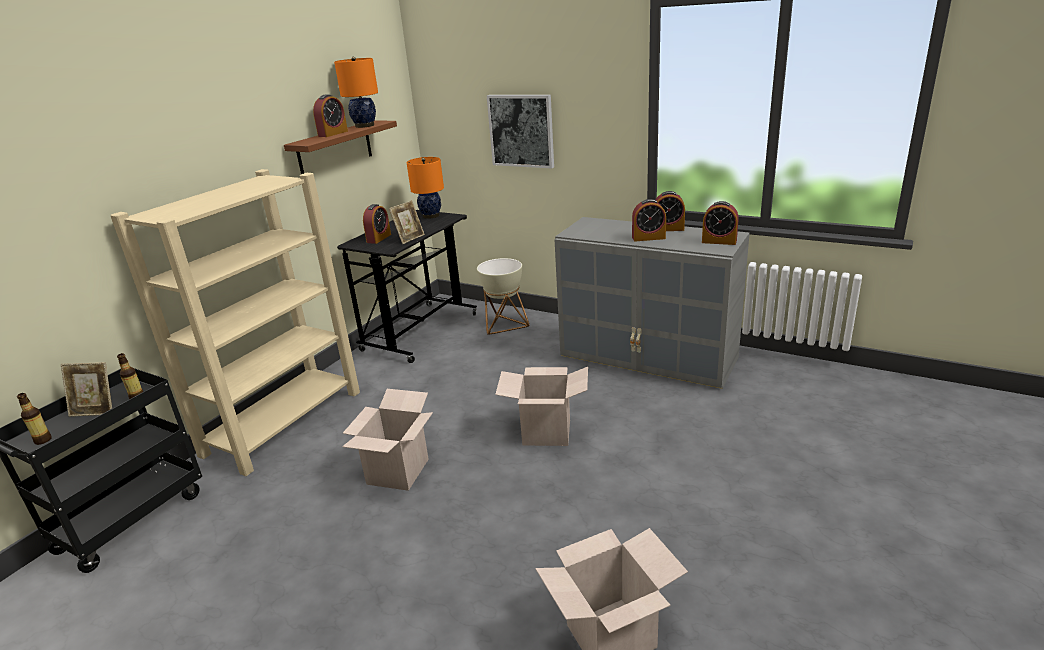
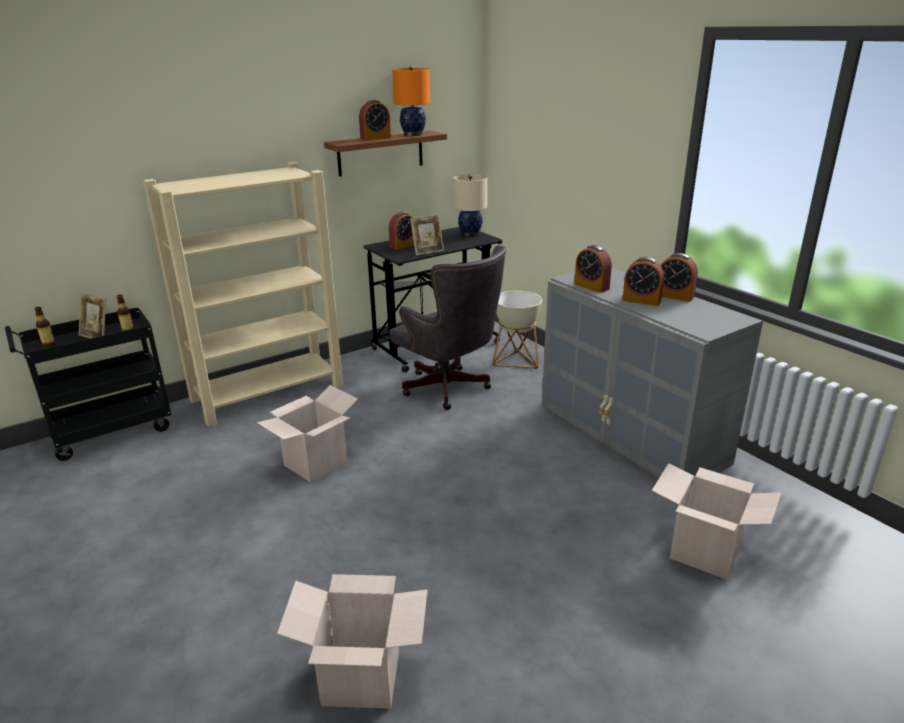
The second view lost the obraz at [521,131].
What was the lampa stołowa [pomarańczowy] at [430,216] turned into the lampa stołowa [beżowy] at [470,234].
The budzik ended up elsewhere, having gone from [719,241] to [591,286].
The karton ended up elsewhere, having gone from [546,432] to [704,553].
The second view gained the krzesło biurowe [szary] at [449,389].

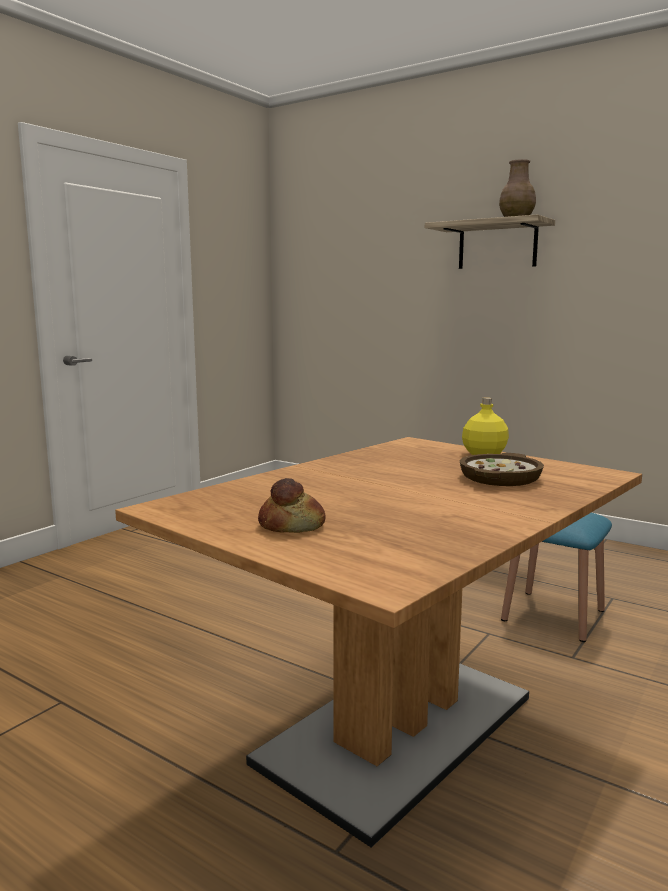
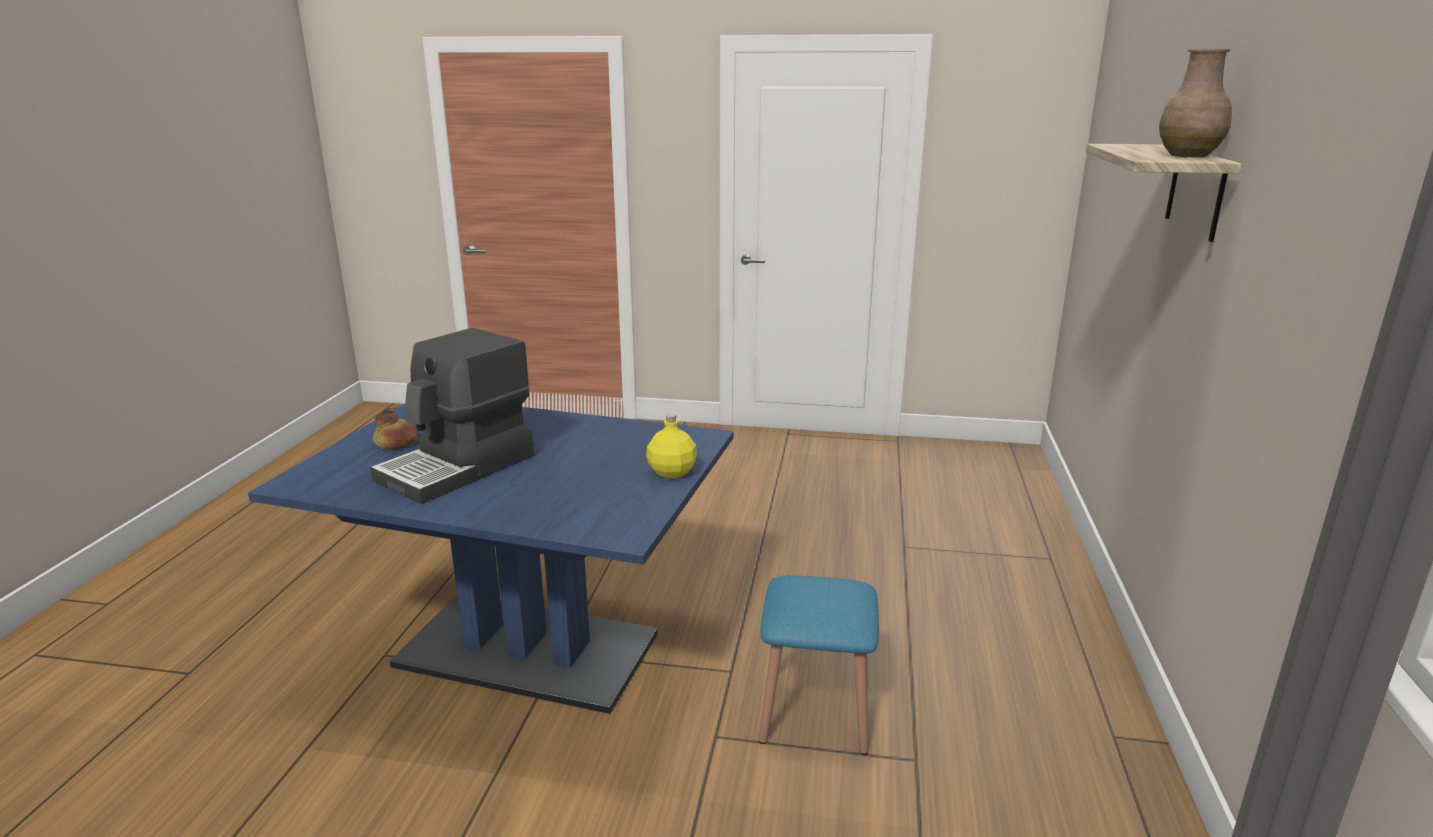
What was the stół jadalny [brązowy] at [398,729] turned into the stół jadalny [niebieski] at [527,650].
The second view lost the miska at [501,478].
The second view gained the ekspres do kawy at [459,468].

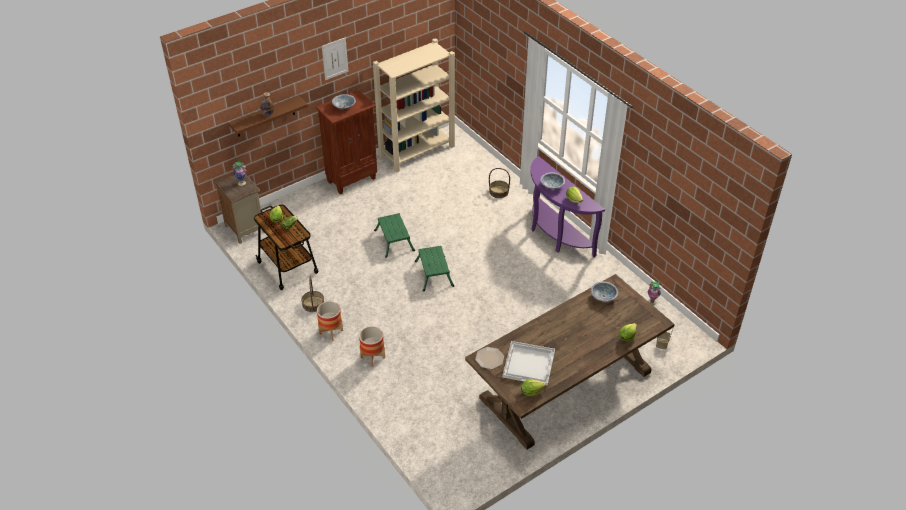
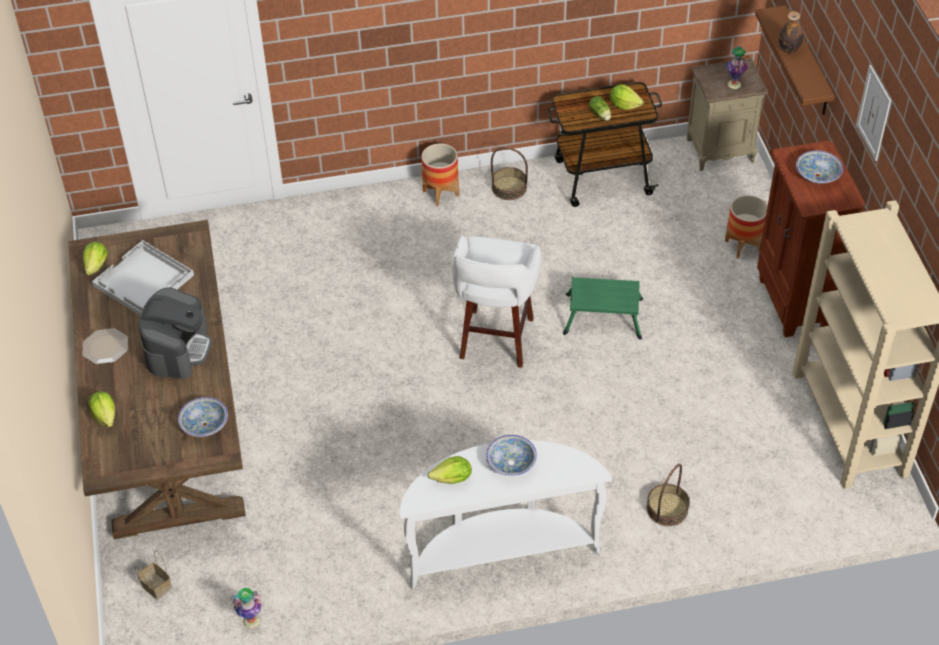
What was the stolik konsolowy [fioletowy] at [555,235] turned into the stolik konsolowy [biały] at [500,549].
Where the drabinka [zielony] stood at [434,273], the stołek [biały] came to stand at [495,341].
The donica ended up elsewhere, having gone from [372,357] to [743,245].
The talerz ended up elsewhere, having gone from [490,358] to [105,347].
The second view gained the ekspres do kawy at [178,348].

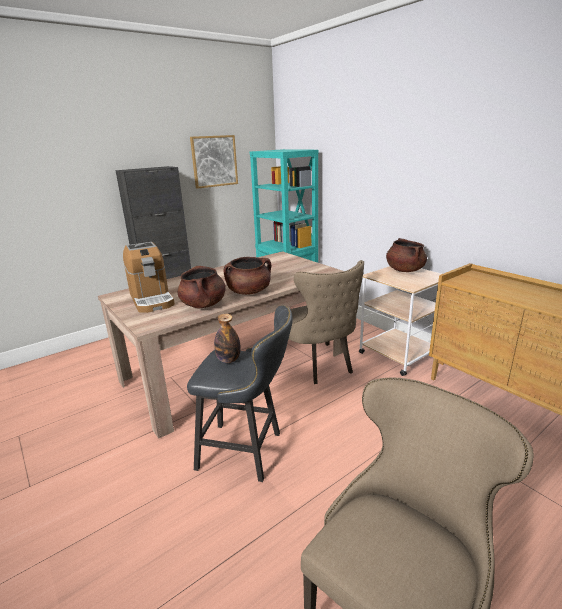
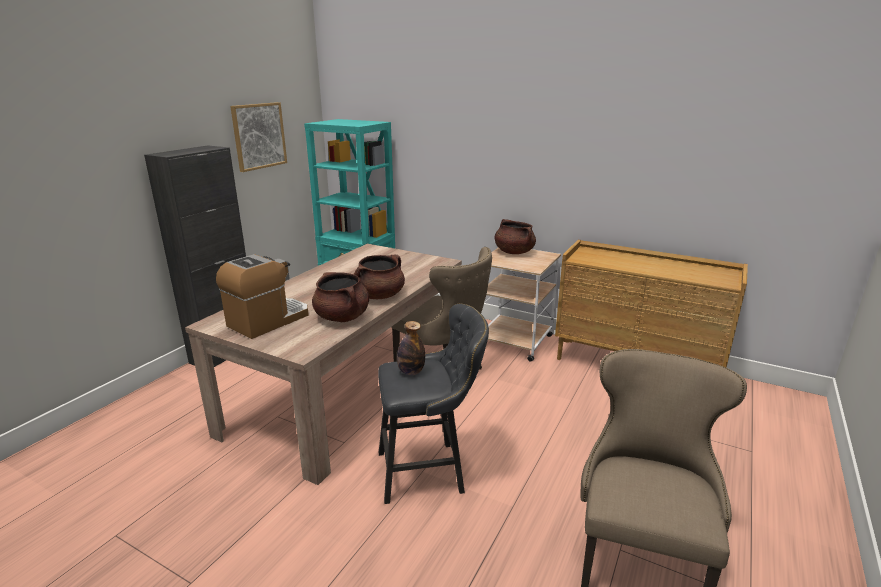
The ekspres do kawy at [151,299] ended up facing another way, 90 degrees counterclockwise from before.

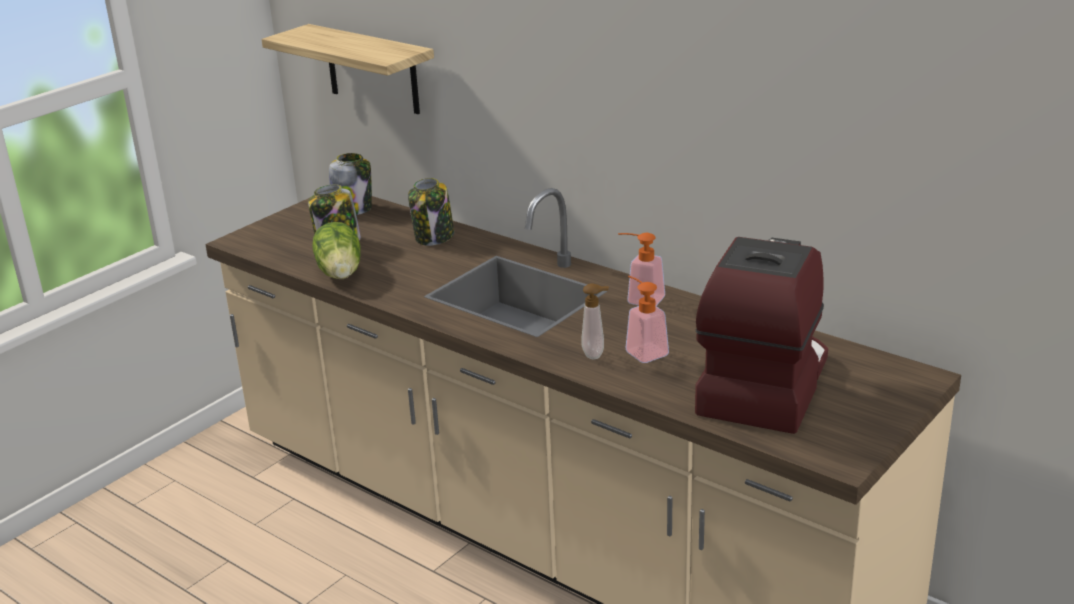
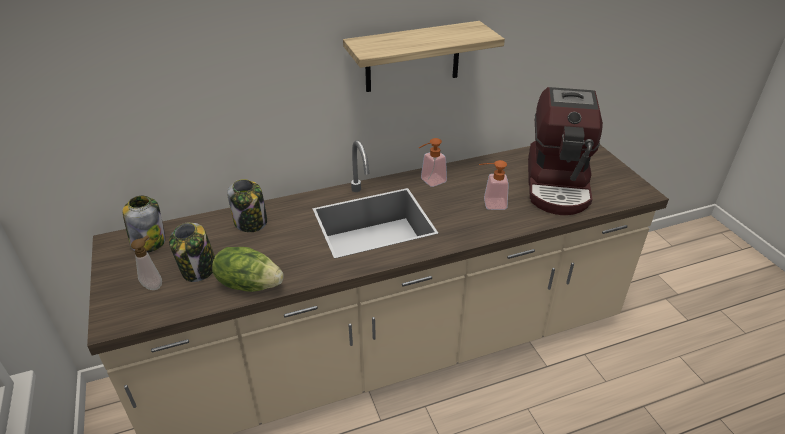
The półka ended up elsewhere, having gone from [372,69] to [412,57].
The ekspres do kawy at [762,386] ended up facing another way, 135 degrees counterclockwise from before.
The dozownik mydła ended up elsewhere, having gone from [595,354] to [154,285].

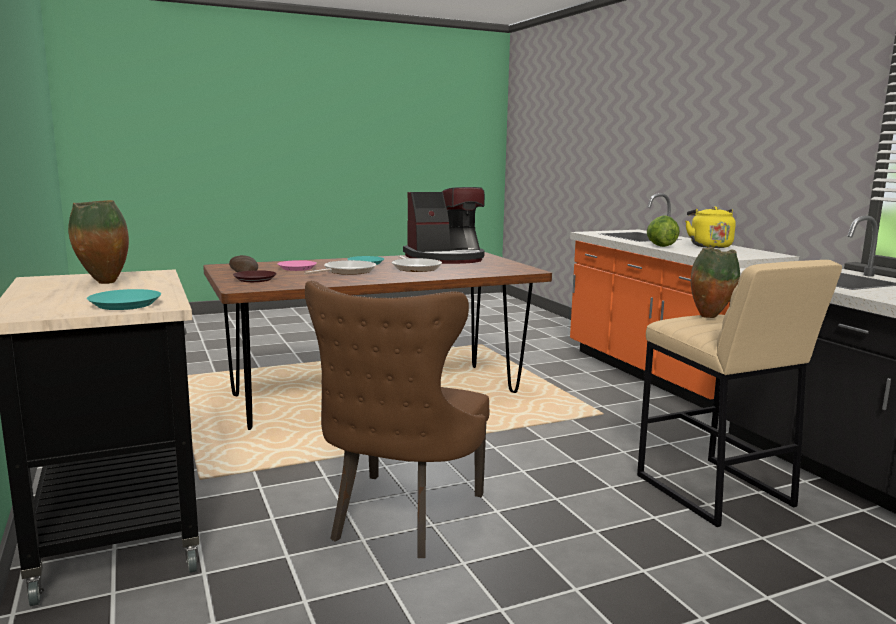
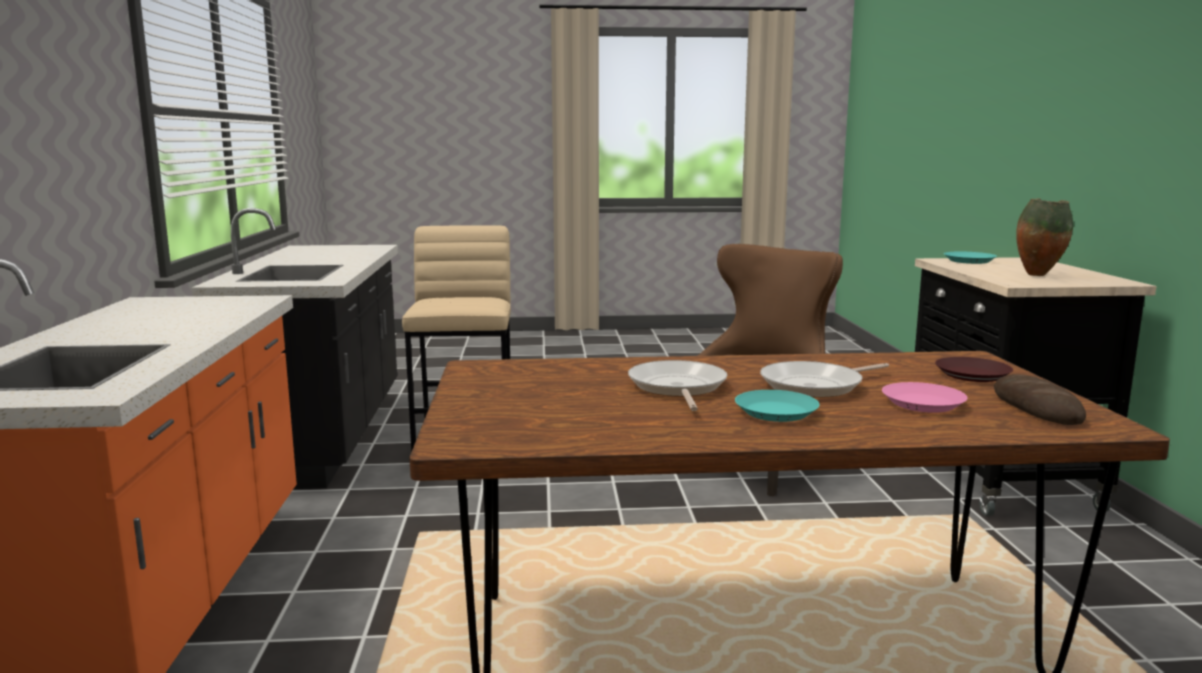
The second view lost the ekspres do kawy at [445,258].
The second view lost the czajnik [żółty] at [709,246].
The second view lost the sałata at [660,246].
The second view lost the wazon at [710,317].

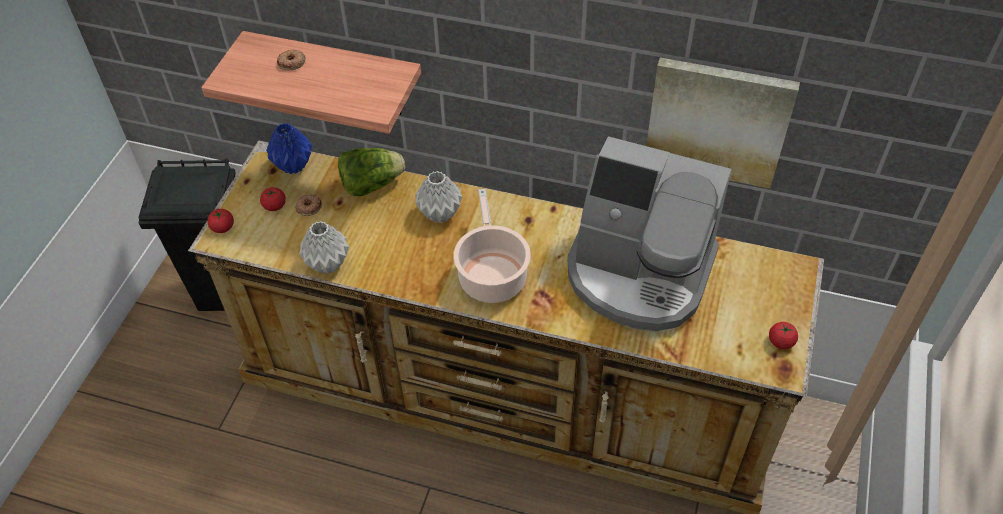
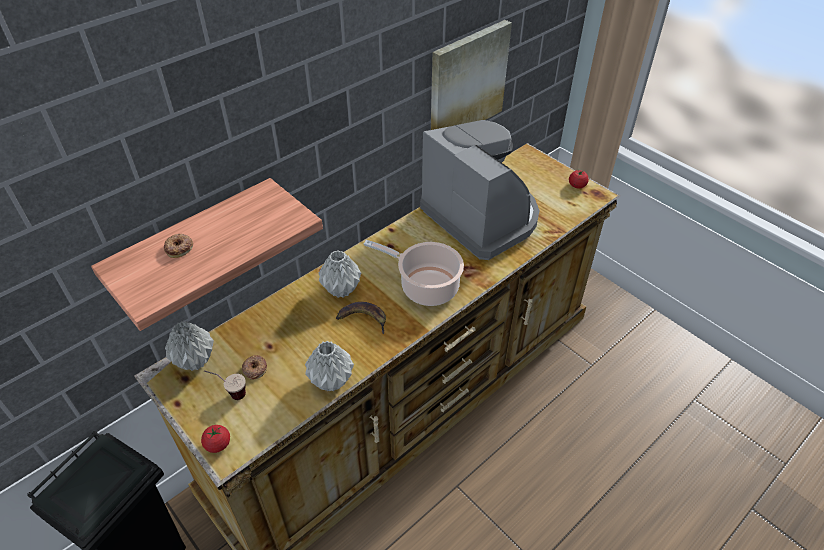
What was the wazon [niebieski] at [294,166] turned into the wazon [szary] at [196,361].
The ekspres do kawy at [639,274] ended up facing another way, 90 degrees counterclockwise from before.
The second view lost the sałata at [371,185].
Where the pomidor stood at [274,206], the filiżanka came to stand at [230,393].
The second view gained the banan at [363,318].

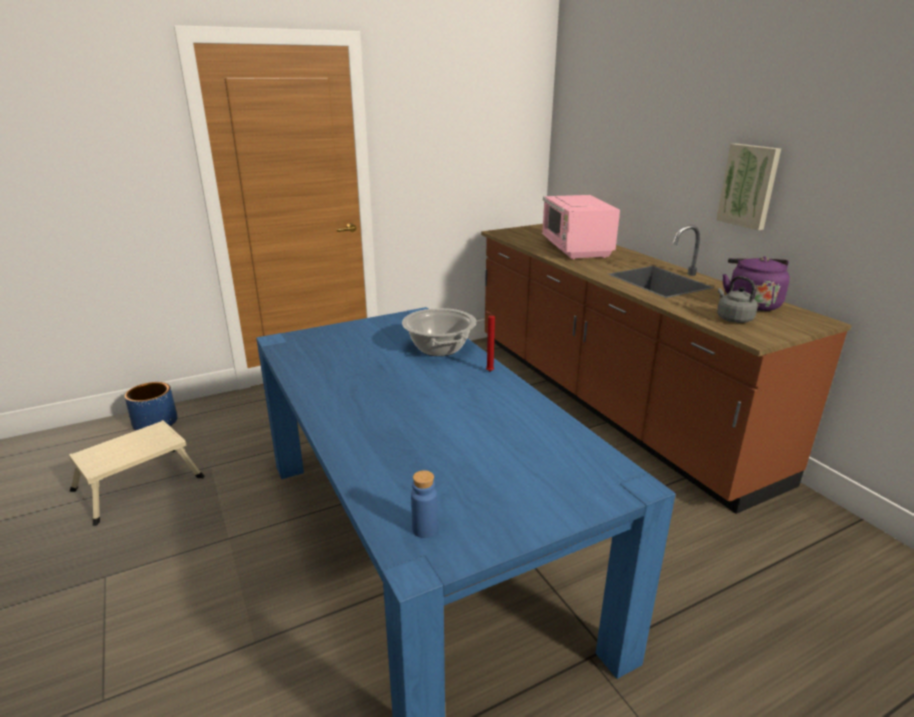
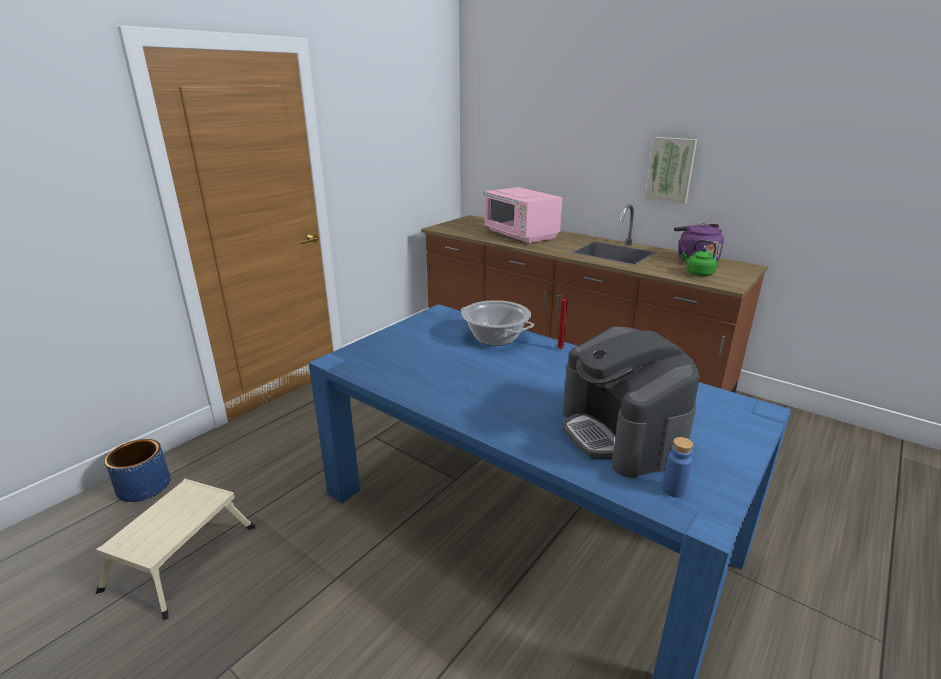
What was the czajnik [szary] at [732,318] turned into the czajnik [zielony] at [698,273].
The second view gained the ekspres do kawy at [621,434].

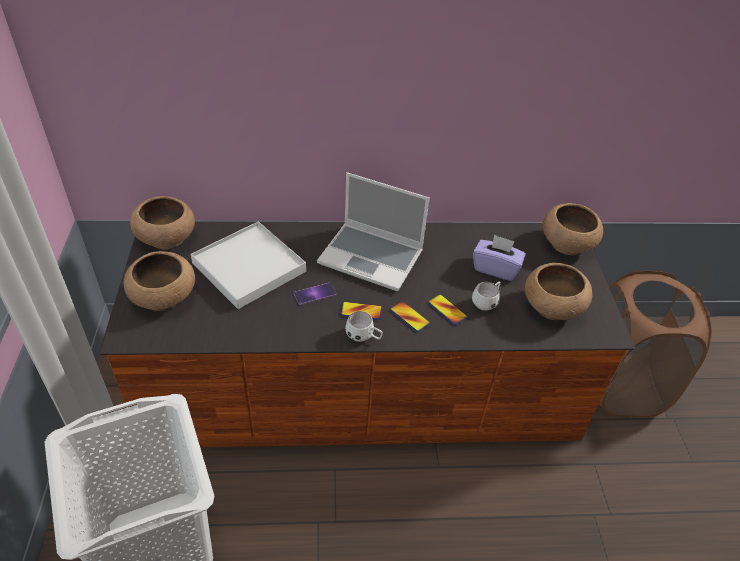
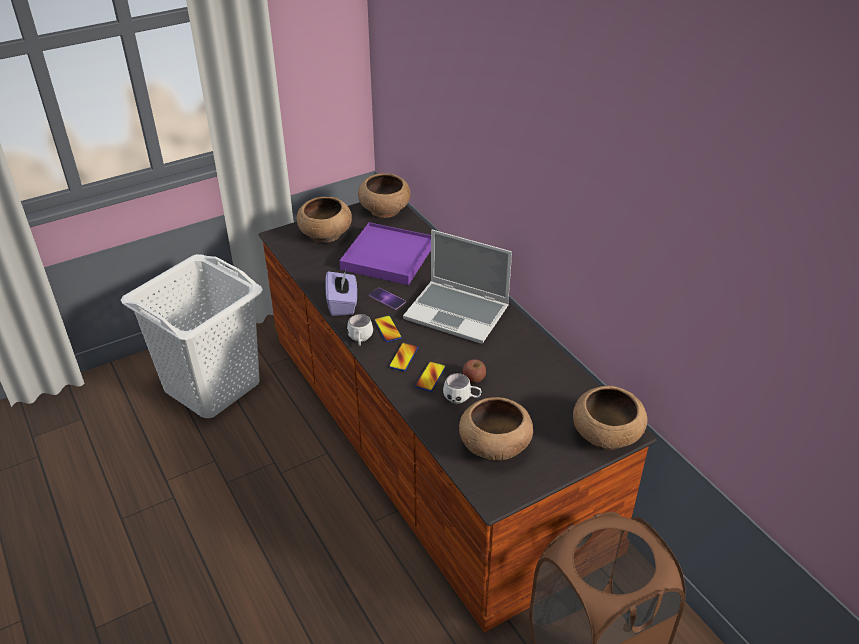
The laptop at [372,257] ended up facing another way, 60 degrees counterclockwise from before.
What was the taca [biały] at [249,267] turned into the taca [fioletowy] at [388,257].
The pudełko chusteczek [fioletowy] ended up elsewhere, having gone from [495,268] to [342,304].
The second view gained the jabłko at [474,378].

